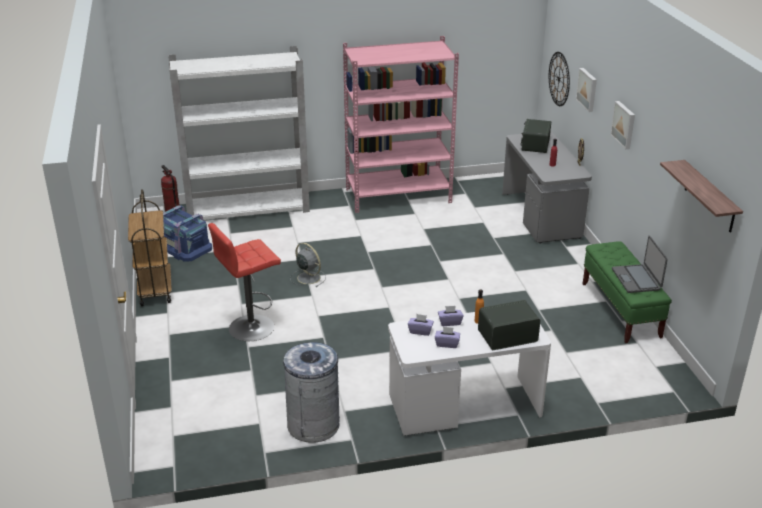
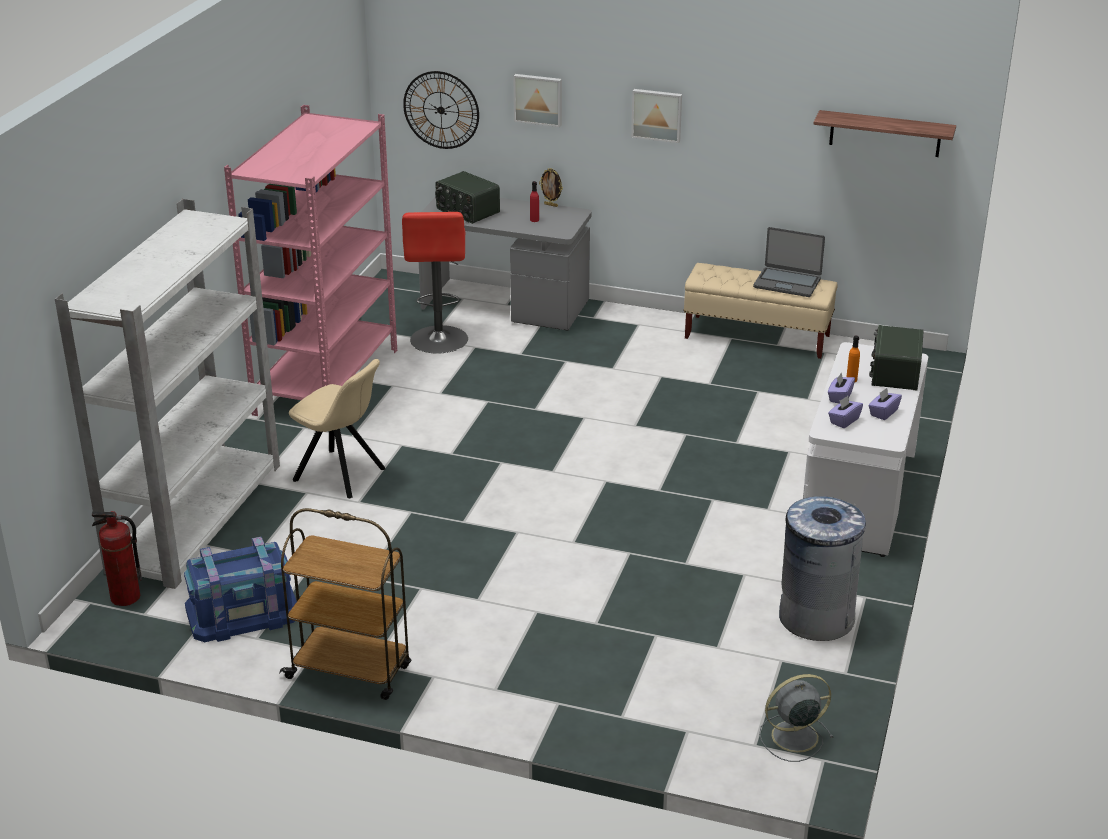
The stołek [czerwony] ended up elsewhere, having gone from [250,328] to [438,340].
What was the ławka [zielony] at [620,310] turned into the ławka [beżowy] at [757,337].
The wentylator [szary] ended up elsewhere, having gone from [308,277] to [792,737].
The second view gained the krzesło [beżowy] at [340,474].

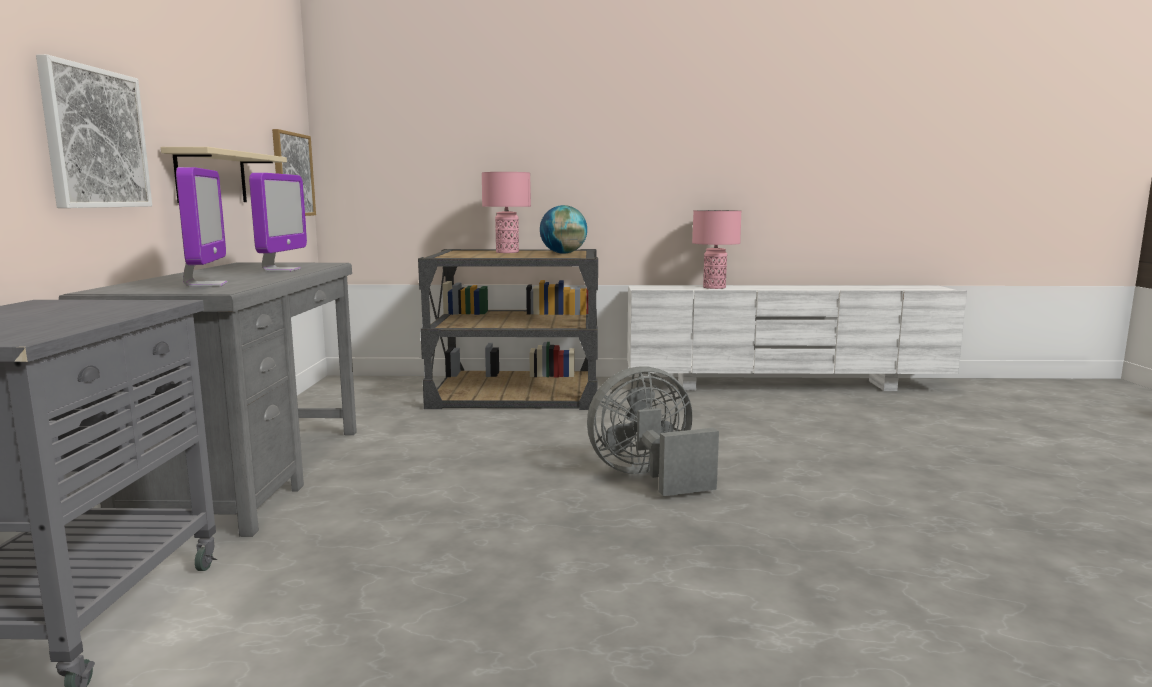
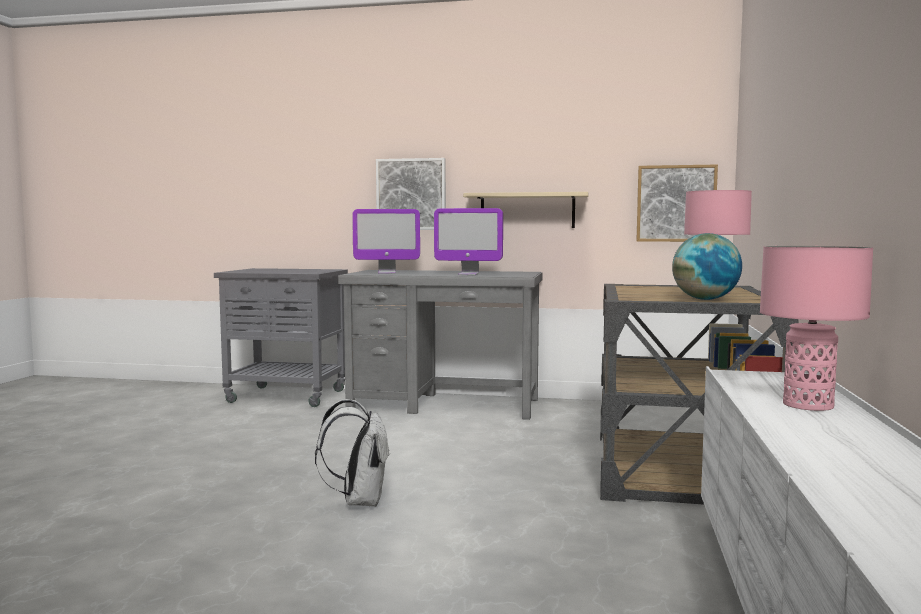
Where the wentylator [szary] stood at [648,477], the plecak [biały] came to stand at [359,501].

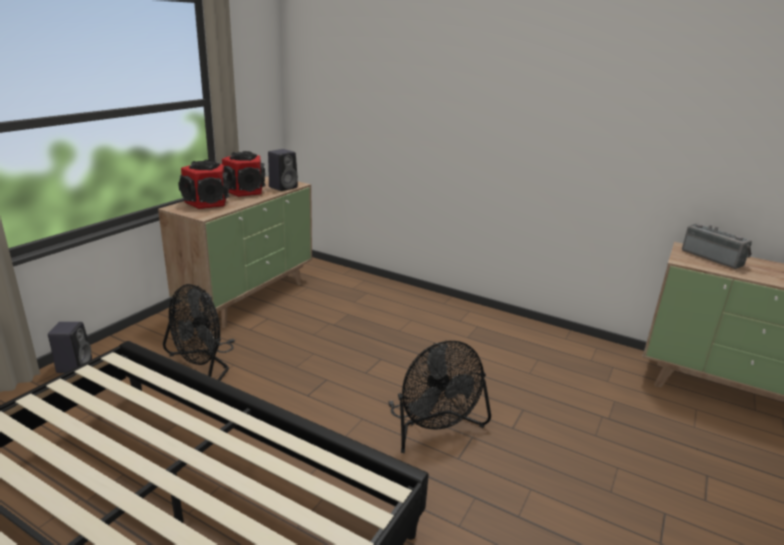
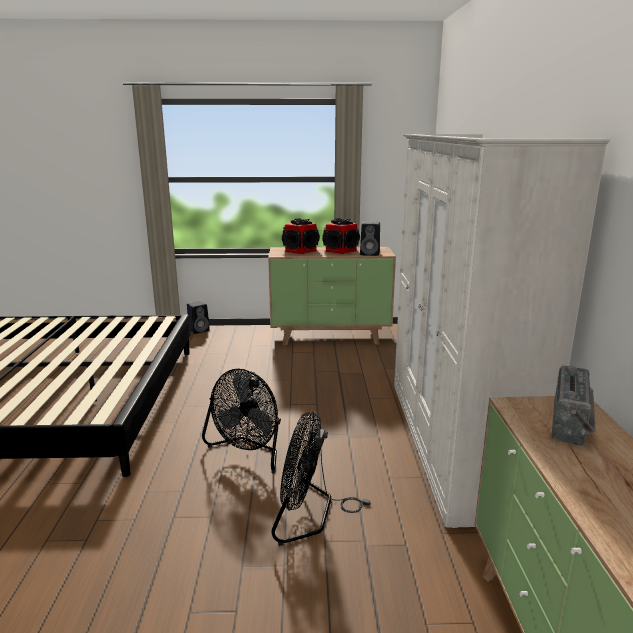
The wentylator [czarny] ended up elsewhere, having gone from [204,364] to [312,511].
The second view gained the szafa [biały] at [451,442].

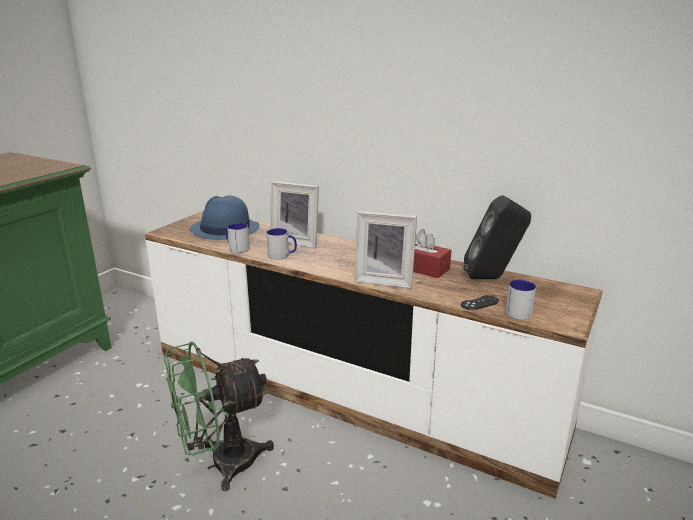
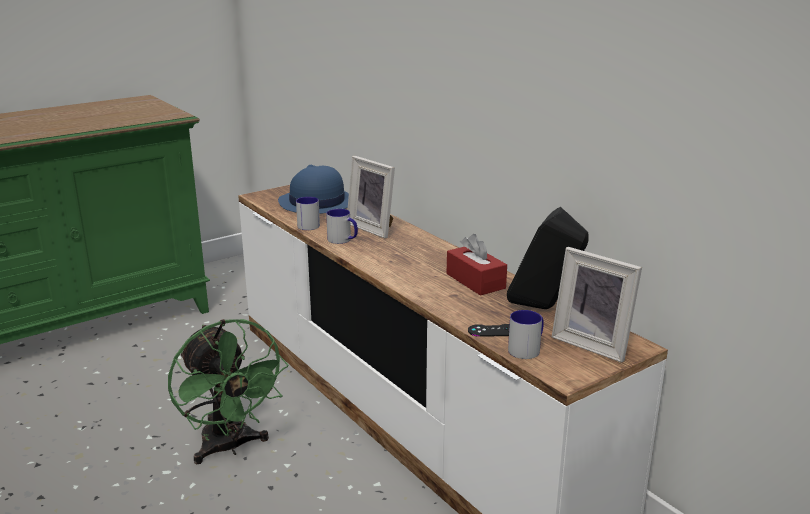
The ramka na zdjęcie ended up elsewhere, having gone from [385,280] to [593,343].
The wentylator [zielony] at [221,464] ended up facing another way, 120 degrees counterclockwise from before.

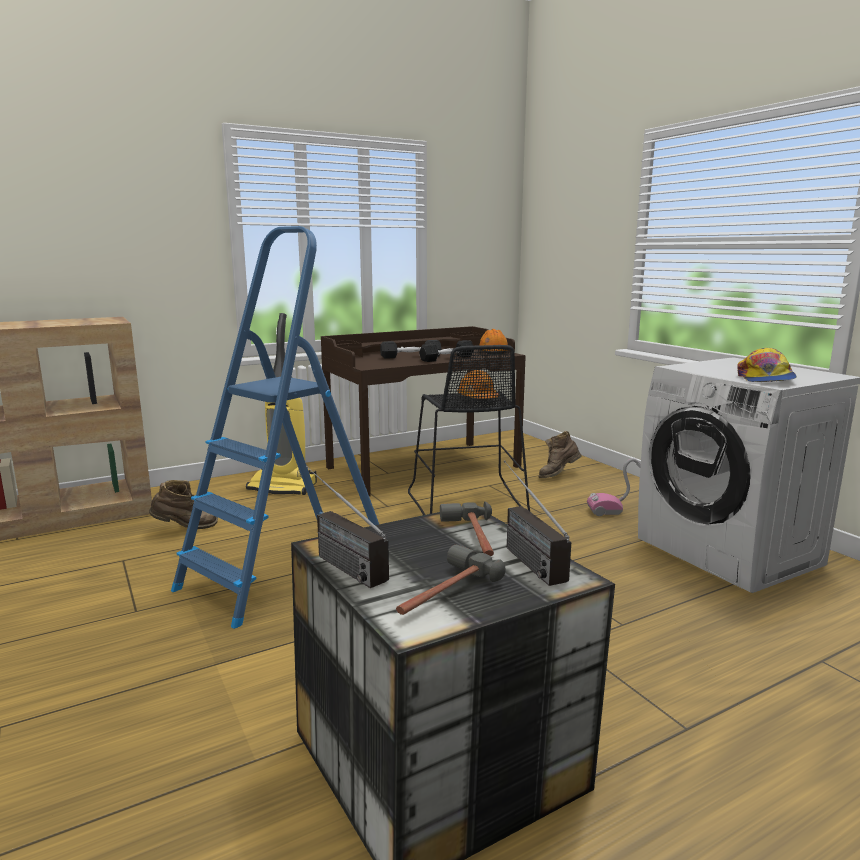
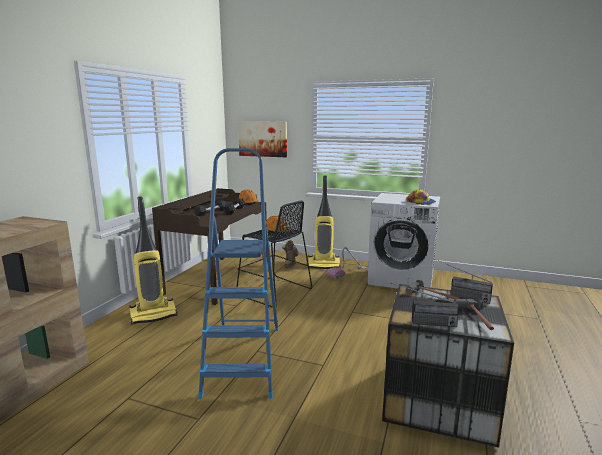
The second view lost the but z cholewką [brązowy] at [185,528].
The second view gained the obraz at [263,139].
The second view gained the odkurzacz at [324,265].

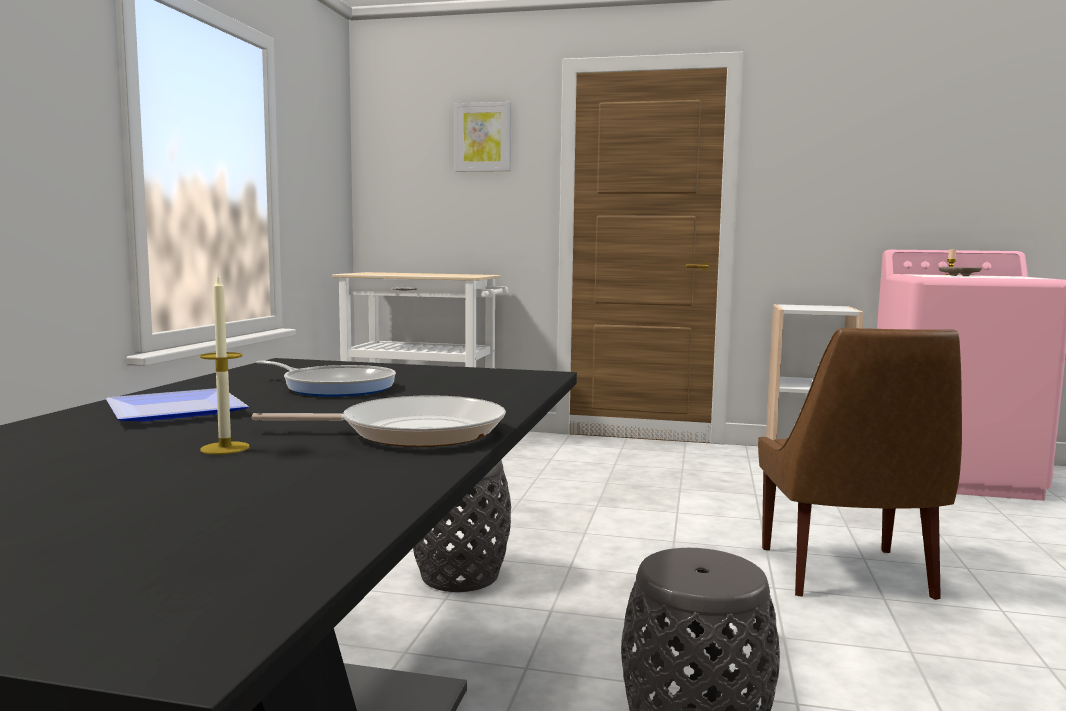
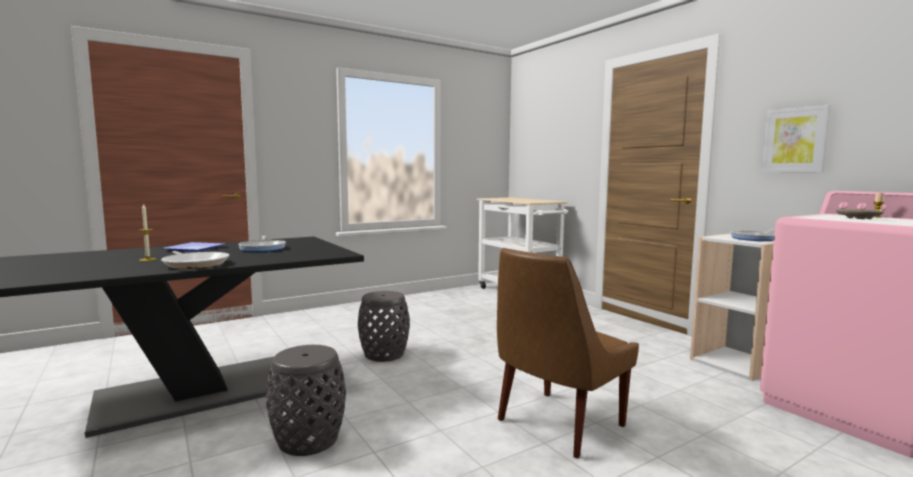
The obraz ended up elsewhere, having gone from [483,137] to [795,140].
The second view gained the patelnia at [755,238].

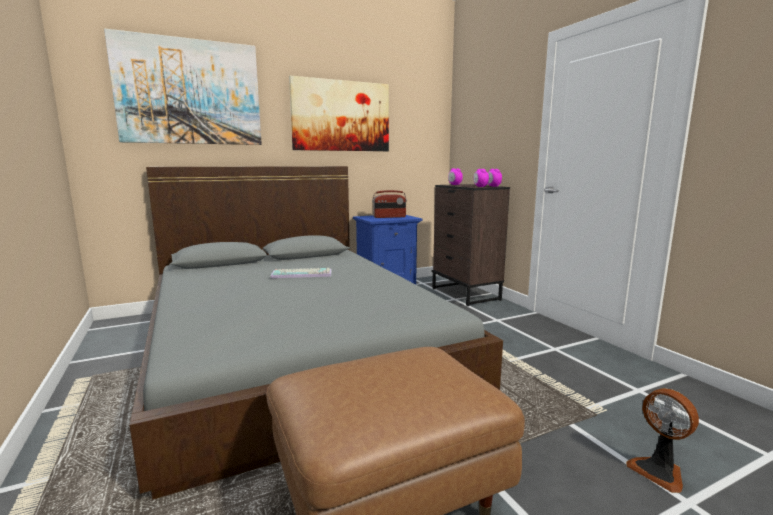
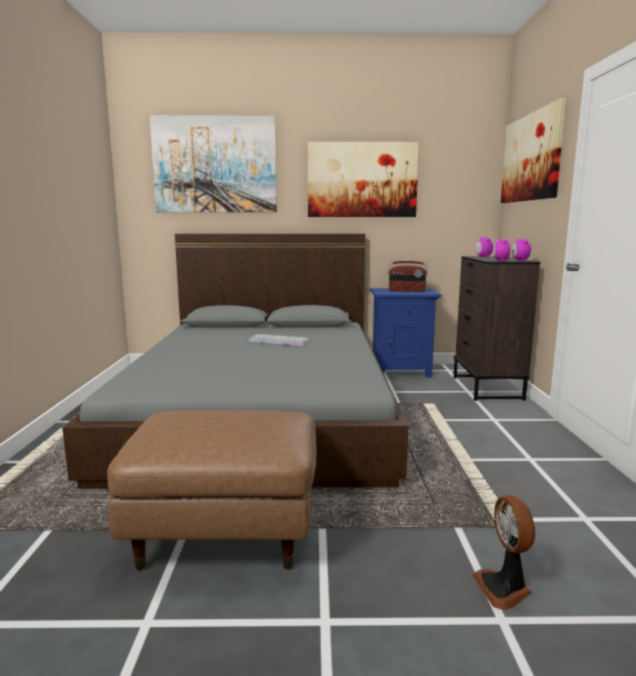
The second view gained the obraz at [531,157].

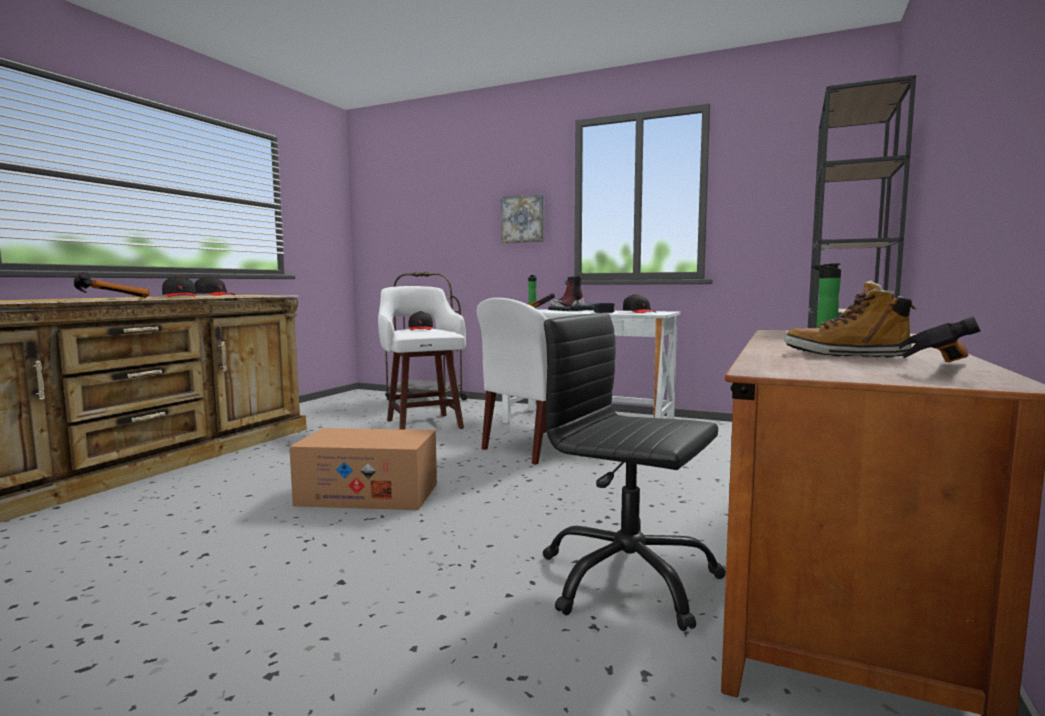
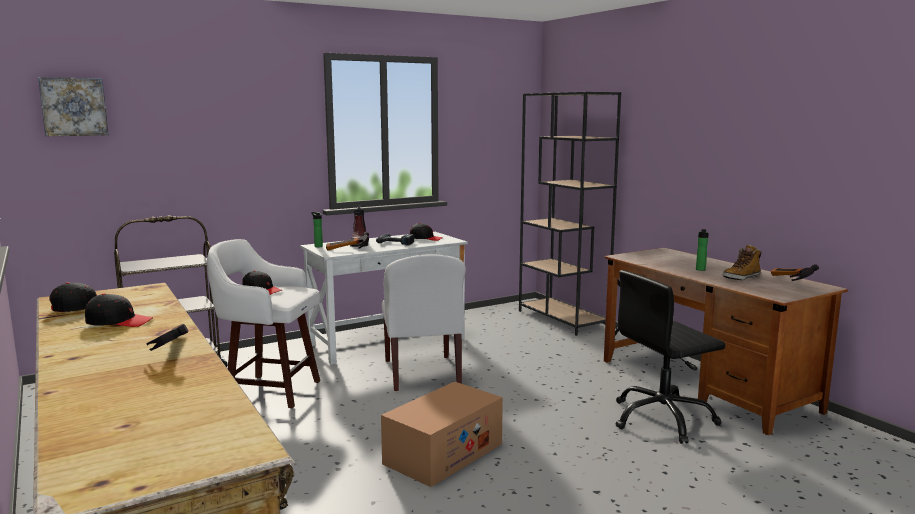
The obraz ended up elsewhere, having gone from [523,219] to [73,107].

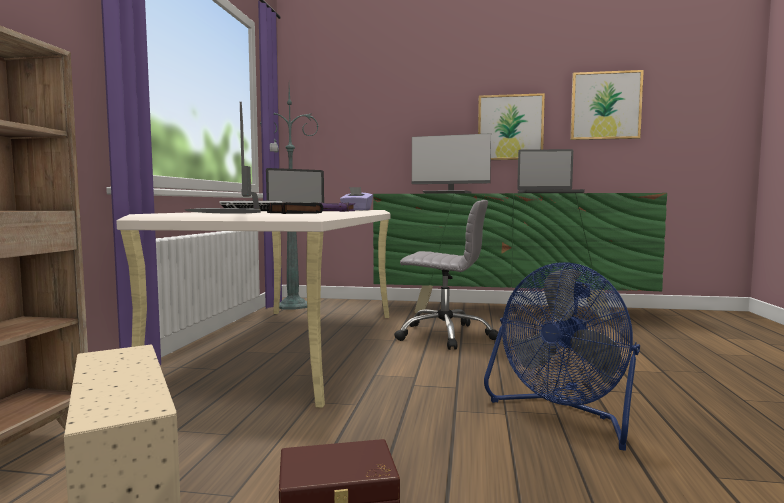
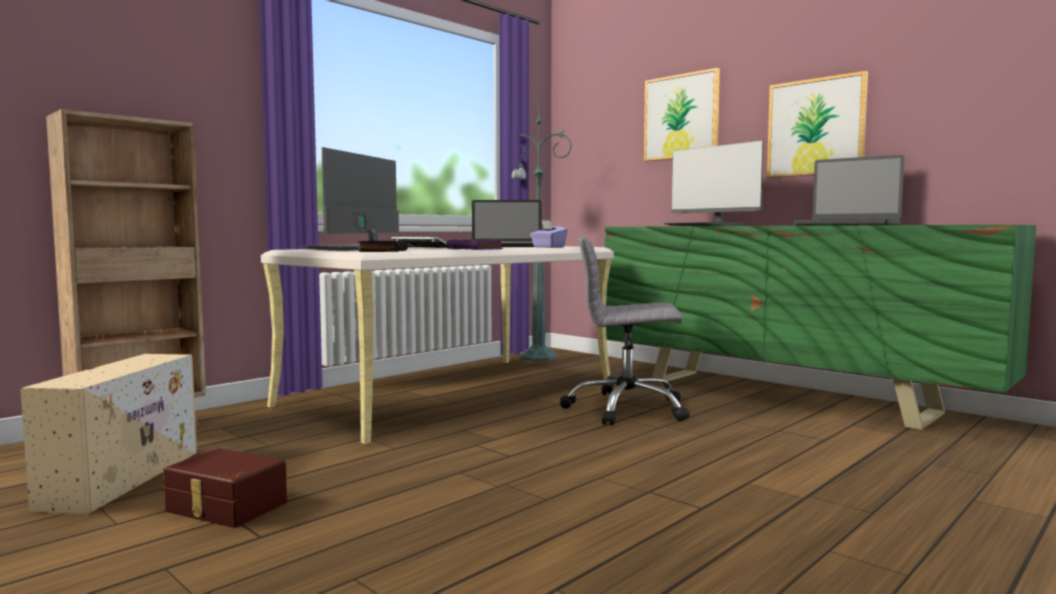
The obraz ended up elsewhere, having gone from [605,106] to [681,117].
The krzesło biurowe [szary] at [445,335] ended up facing another way, 135 degrees clockwise from before.
The second view lost the wentylator [niebieski] at [562,413].

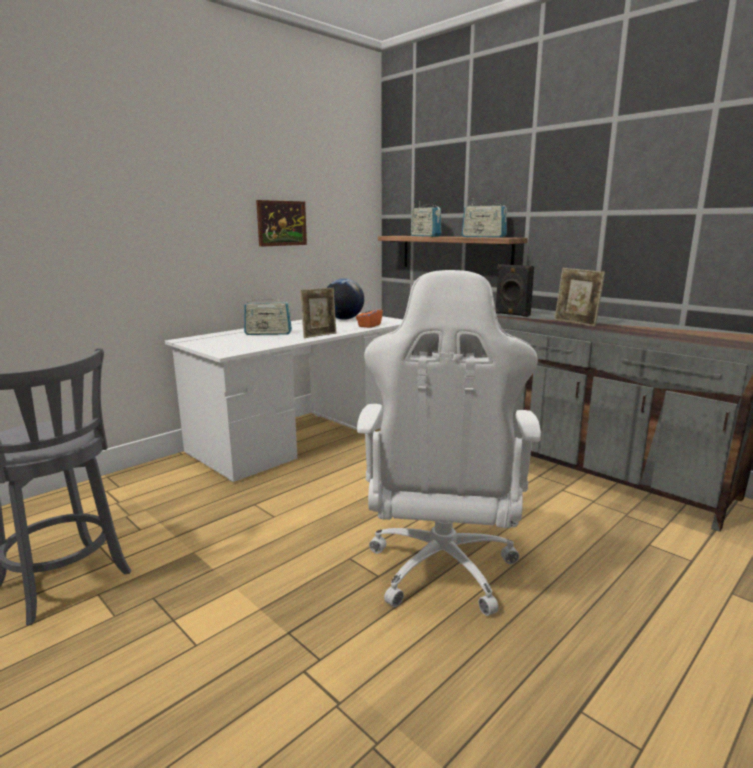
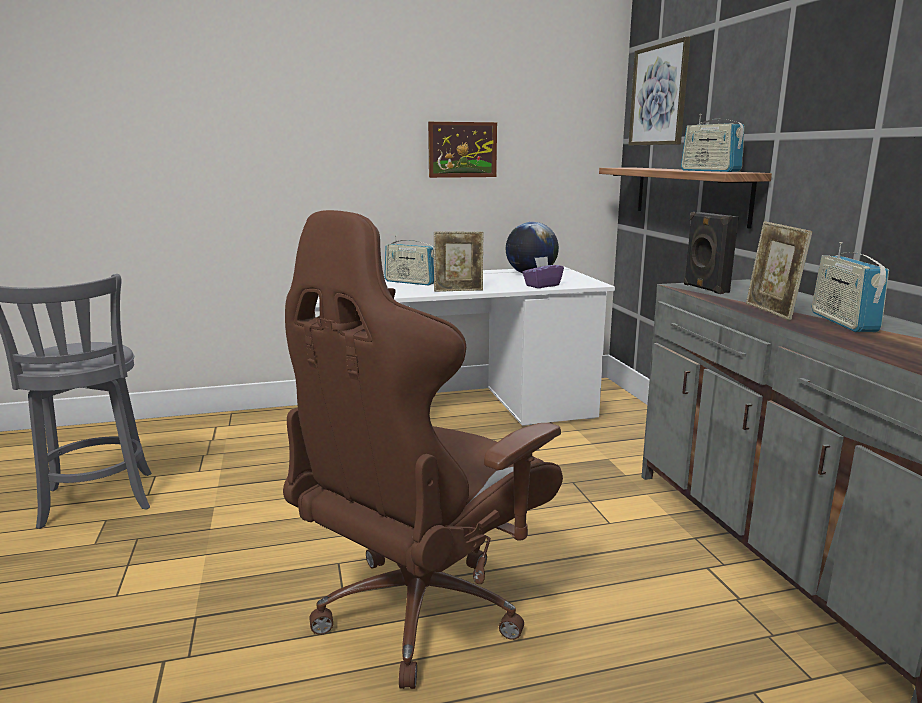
The radio ended up elsewhere, having gone from [425,236] to [843,322].
What was the krzesło biurowe [biały] at [441,562] turned into the krzesło biurowe [brązowy] at [427,604].
What was the pudełko chusteczek [pomarańczowy] at [369,325] turned into the pudełko chusteczek [fioletowy] at [542,285].
The second view gained the obraz at [659,95].

